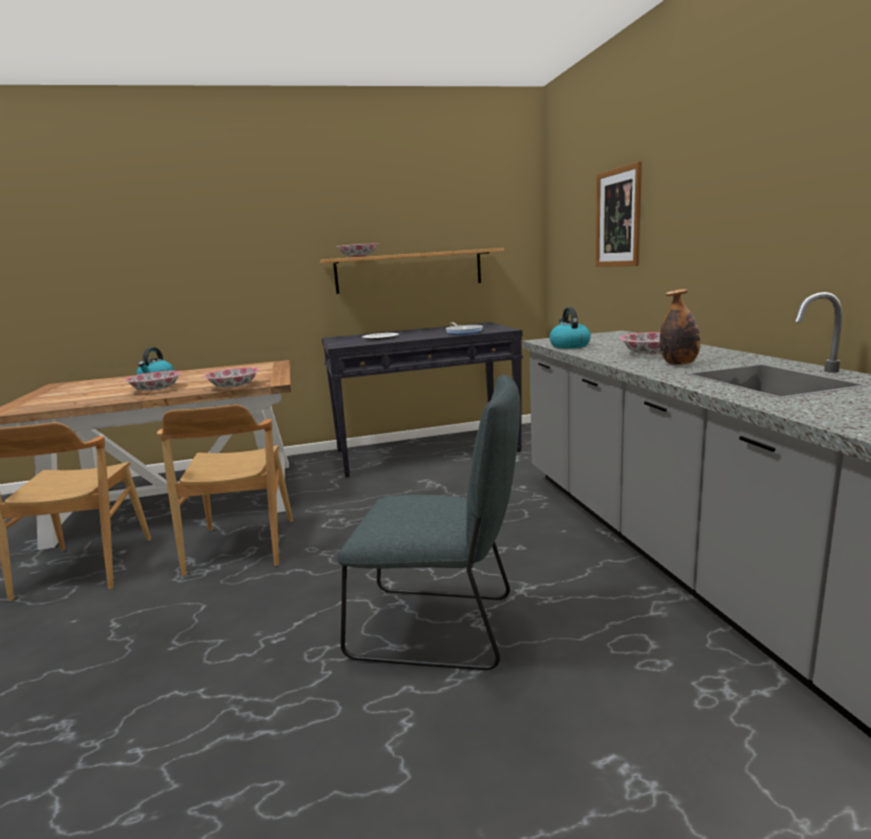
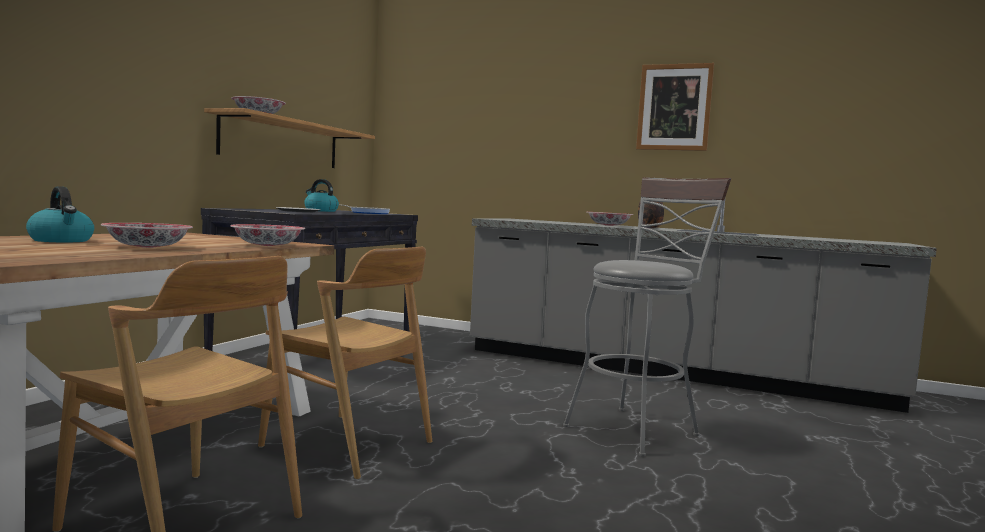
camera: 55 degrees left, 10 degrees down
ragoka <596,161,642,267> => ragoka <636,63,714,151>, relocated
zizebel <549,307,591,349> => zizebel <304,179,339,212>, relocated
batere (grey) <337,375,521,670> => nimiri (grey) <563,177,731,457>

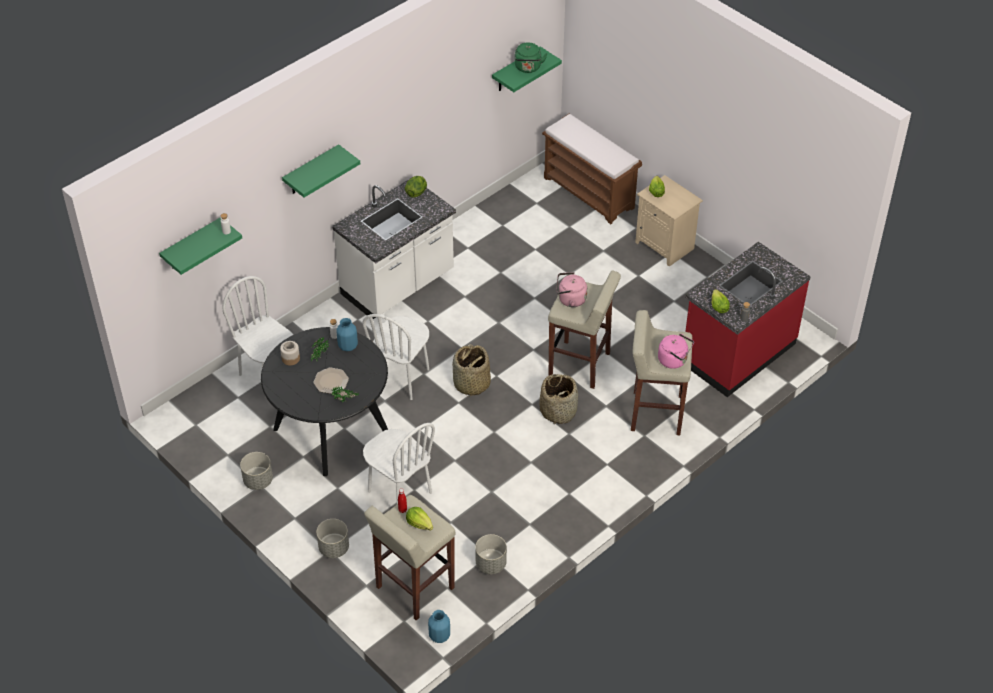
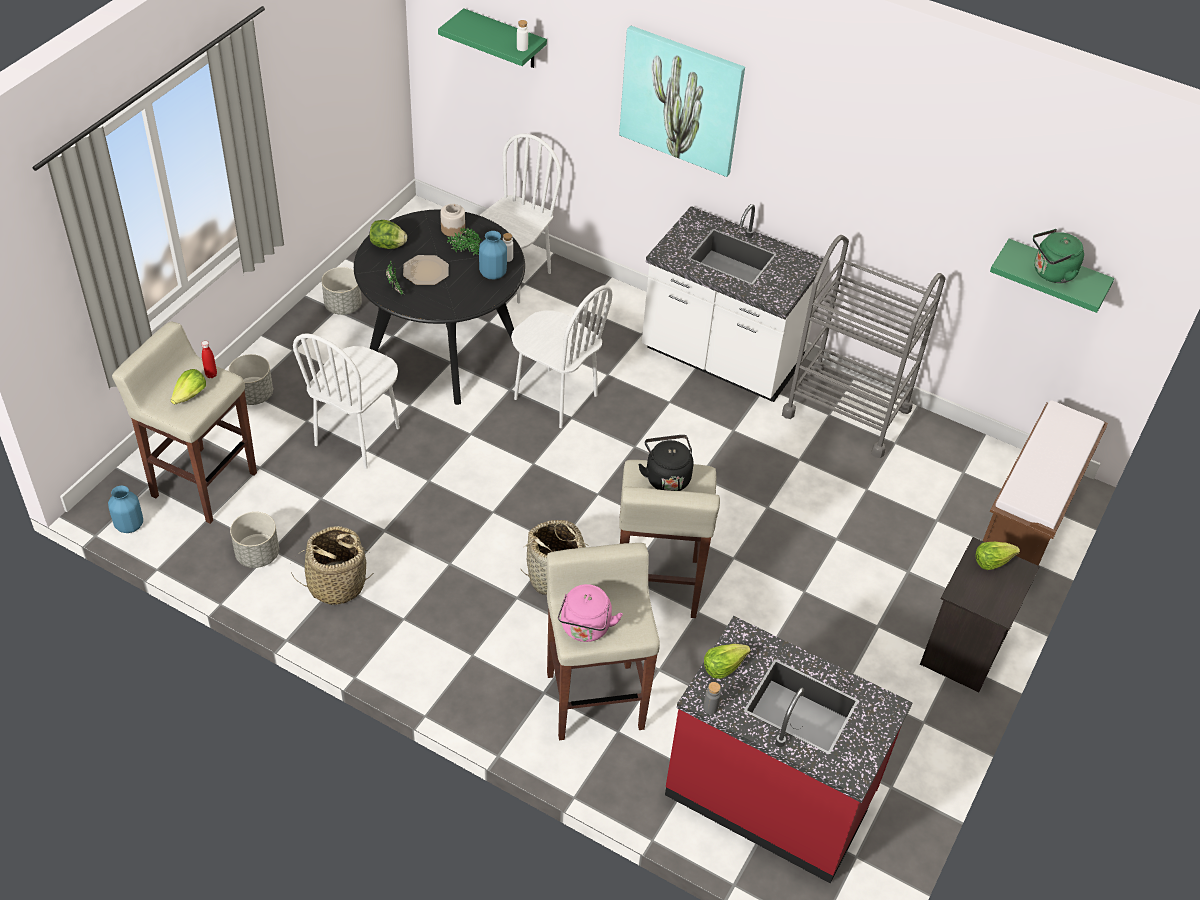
camera: 70 degrees right, 0 degrees up
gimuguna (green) <282,144,360,197> => ragoka <619,26,745,177>
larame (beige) <635,175,703,267> => larame (black) <920,537,1040,692>
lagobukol <405,176,427,198> => lagobukol <369,220,407,249>, relocated
zizebel (pink) <556,272,587,307> => zizebel (black) <638,435,694,491>
batere (white) <363,314,429,400> => batere (white) <511,285,612,428>, 150 degrees counterclockwise
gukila <452,344,491,397> => gukila <292,526,374,605>, relocated
nothing => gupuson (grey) <782,235,945,458>

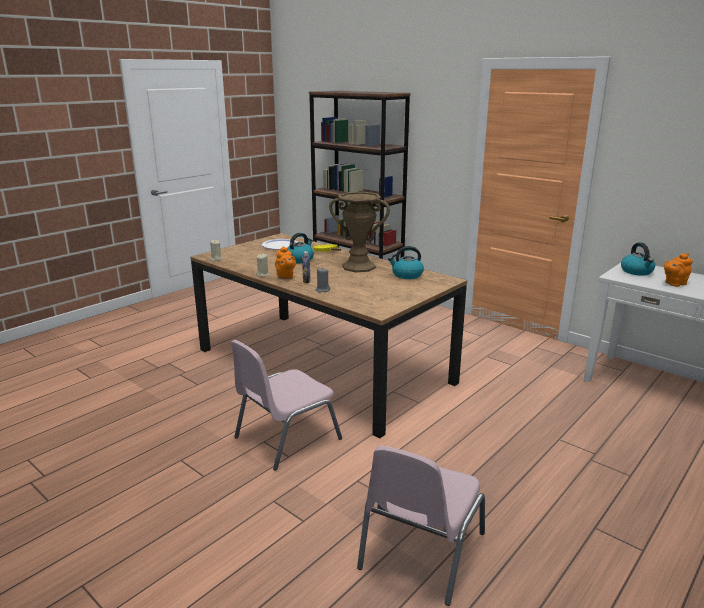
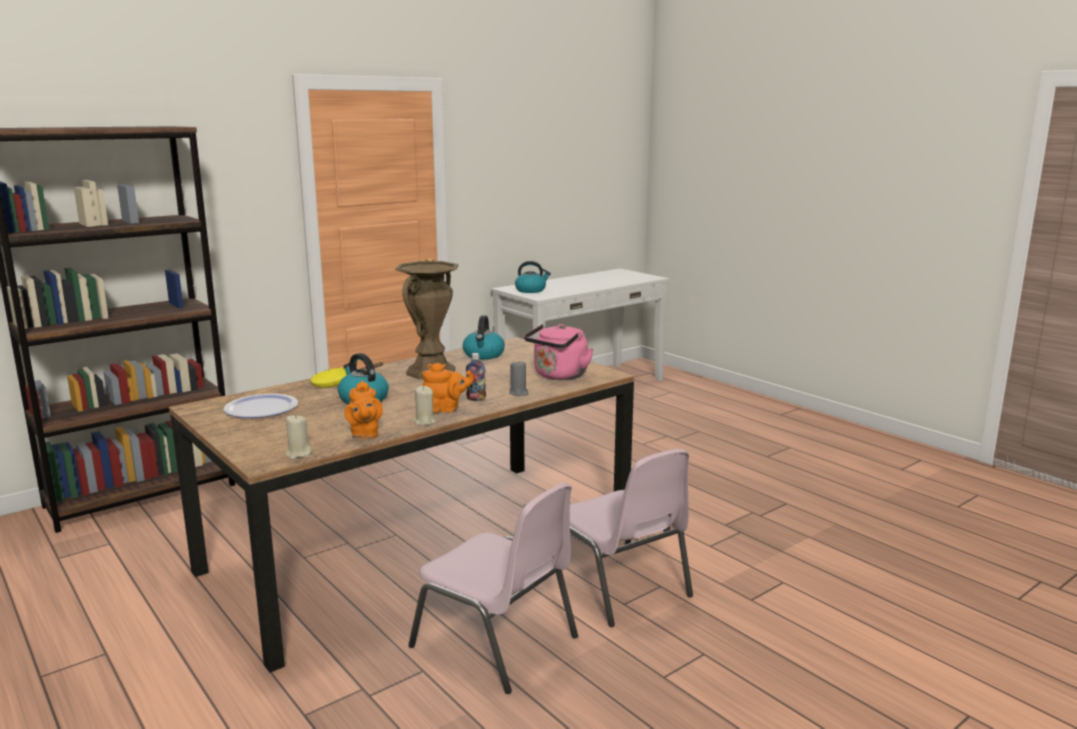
camera: 80 degrees left, 5 degrees down
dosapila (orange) <664,253,693,287> => dosapila (orange) <344,380,383,439>, relocated
batere (pink) <357,446,485,606> => batere (pink) <408,483,578,694>, relocated
nothing => zizebel (pink) <524,324,594,380>

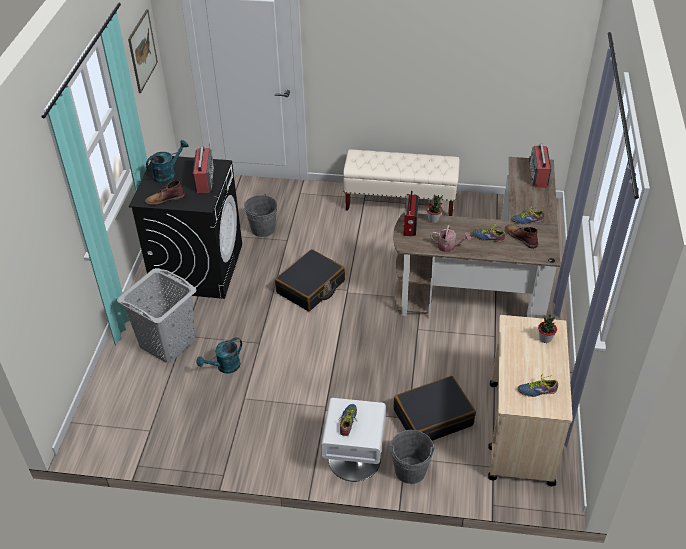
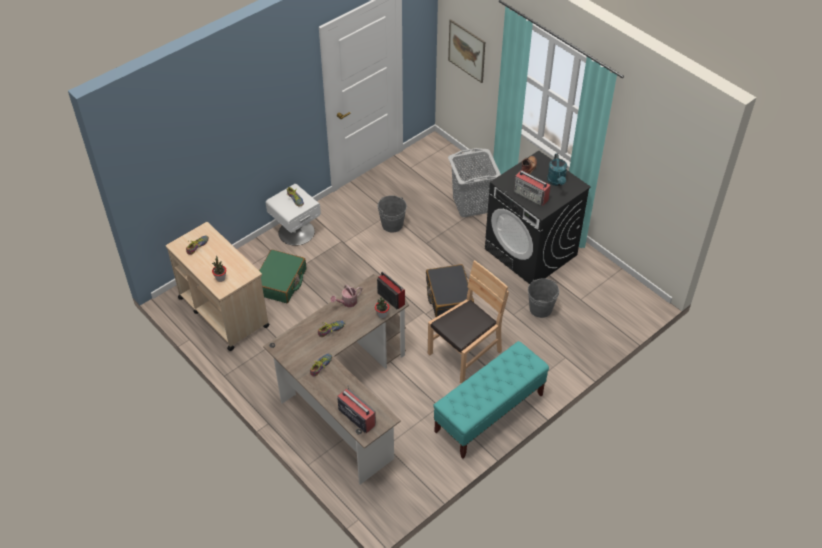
camera: 130 degrees right, 5 degrees up
ragoka <128,9,158,93> => ragoka <448,19,485,83>, relocated
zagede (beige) <343,149,460,216> => zagede (turquoise) <433,341,549,458>
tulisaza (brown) <505,225,538,249> => nothing
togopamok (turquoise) <196,337,242,374> => nothing
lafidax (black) <394,376,476,441> => lafidax (green) <259,249,306,303>
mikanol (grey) <390,430,435,484> => mikanol (grey) <377,195,407,233>, relocated
nothing => batere (brown) <428,260,509,383>

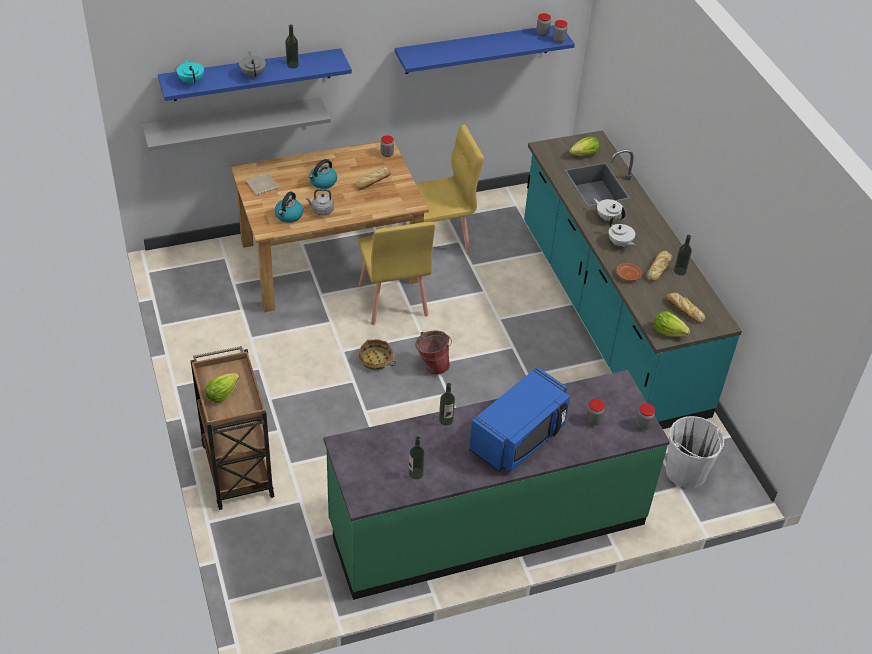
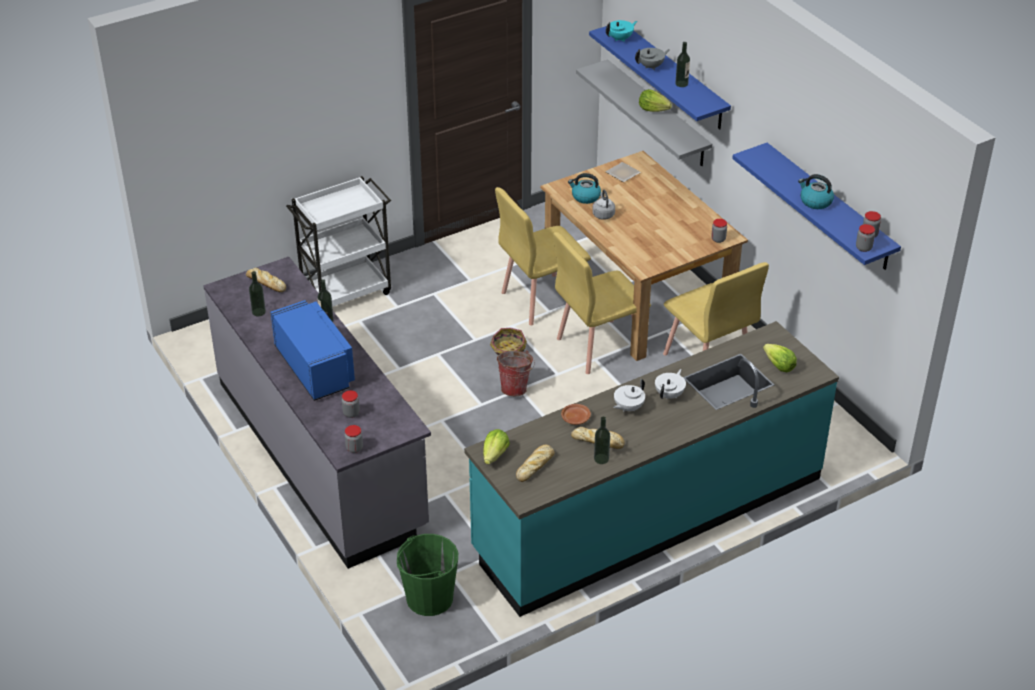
camera: 80 degrees right, 5 degrees down
zizebel <309,159,337,189> => zizebel <798,174,834,209>, relocated
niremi <356,167,391,190> => niremi <246,268,286,292>, relocated
gupuson (brown) <190,346,274,510> => gupuson (white) <286,176,391,307>
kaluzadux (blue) <469,367,570,472> => kaluzadux (blue) <271,300,355,401>, 150 degrees counterclockwise
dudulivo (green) <324,370,670,600> => dudulivo (grey) <204,257,431,569>
lagobukol <205,373,239,403> => lagobukol <639,89,672,112>, relocated
mikanol (white) <666,416,724,488> => mikanol (green) <397,534,458,616>
nothing => batere (yellow) <495,187,591,326>

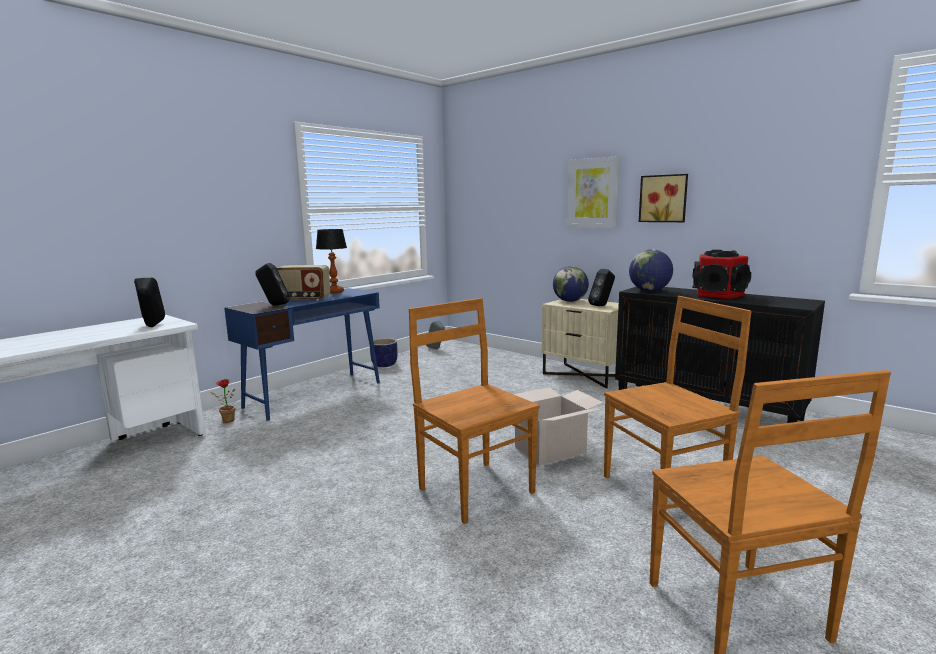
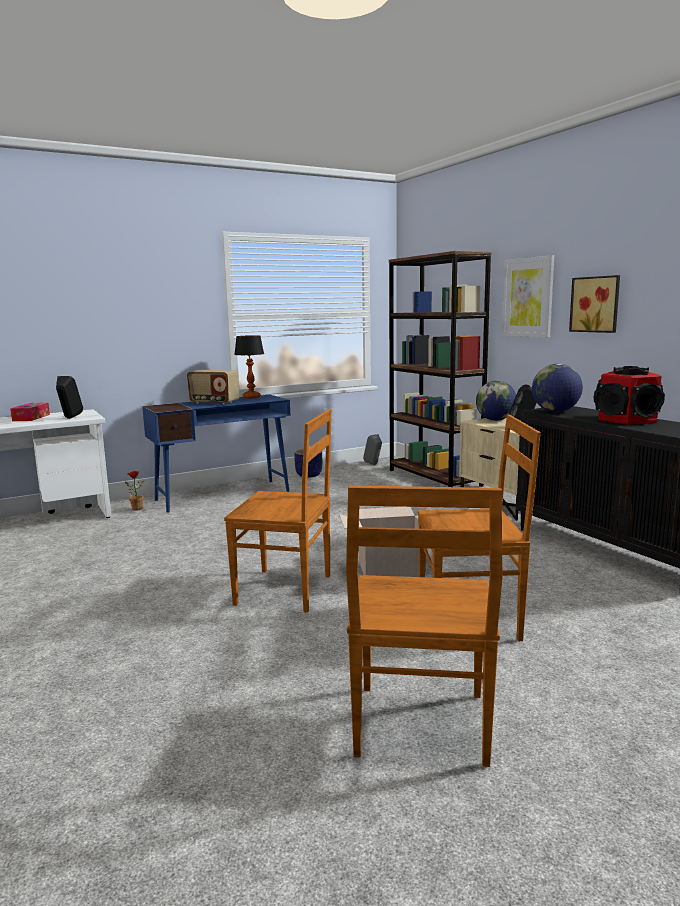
camera: 20 degrees right, 0 degrees up
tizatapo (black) <255,263,290,306> => nothing
batere (brown) <409,298,540,524> => batere (brown) <224,409,332,613>, 120 degrees clockwise
nothing => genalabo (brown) <389,251,492,487>
nothing => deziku <10,403,50,421>

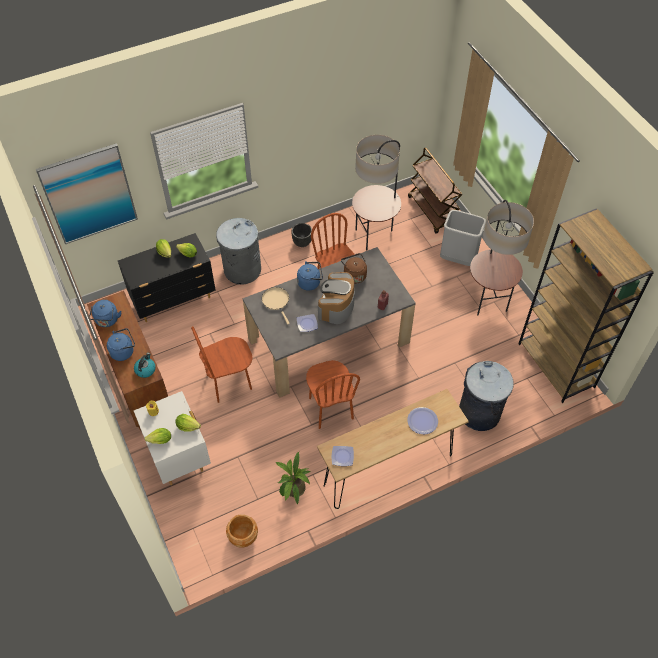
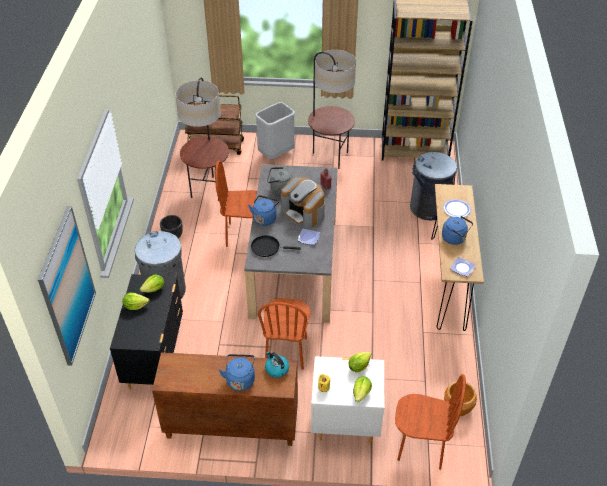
camera: 60 degrees left, 10 degrees down
zizebel (brown) <341,253,367,284> => zizebel (grey) <267,167,293,195>
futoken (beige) <262,287,290,325> => futoken (black) <251,235,301,257>
zizebel (blue) <89,300,121,327> => zizebel (blue) <442,216,473,245>, relocated
batere (brown) <306,360,360,429> => batere (brown) <395,374,466,470>, relocated
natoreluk <276,452,310,504> => nothing

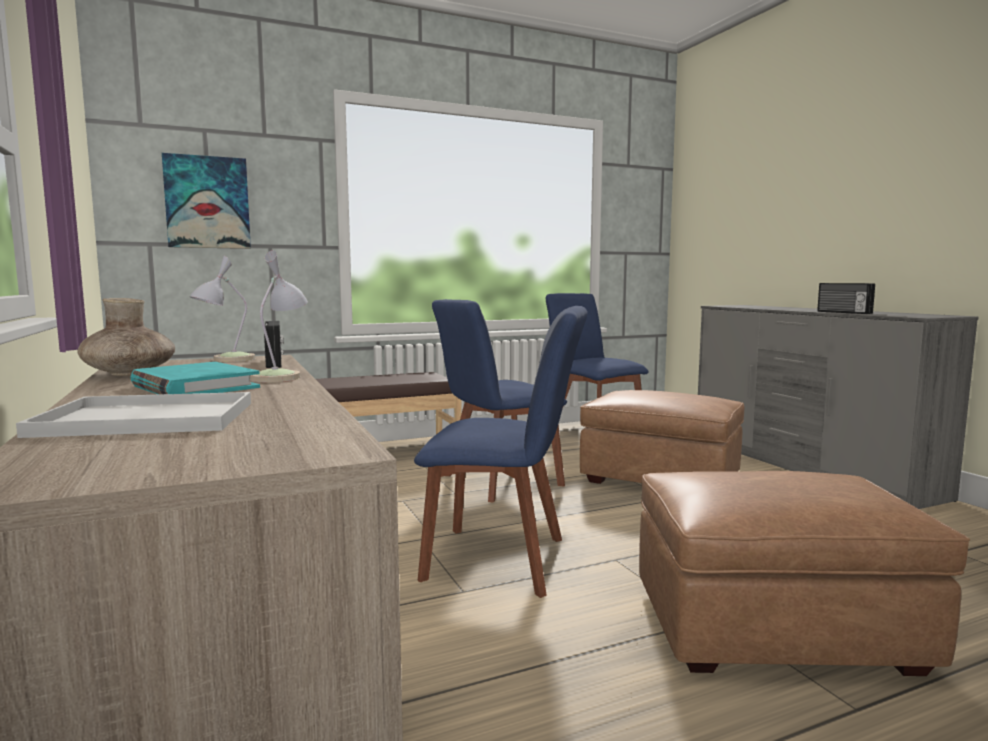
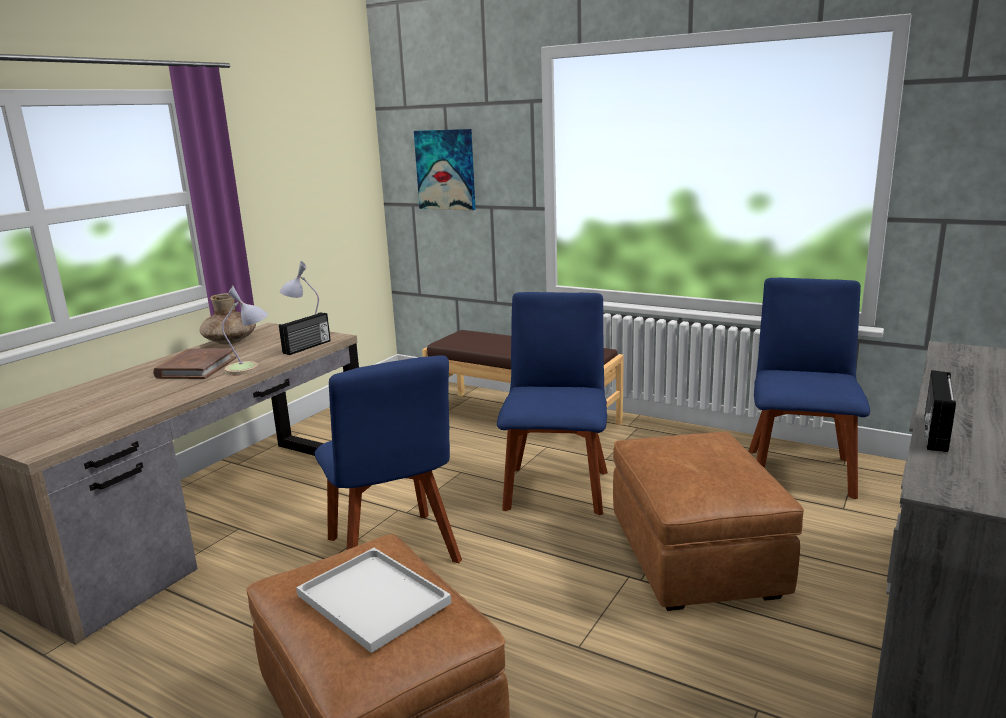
camera: 55 degrees right, 10 degrees up
batere (blue) <432,299,567,503> => batere (blue) <497,292,608,515>, 75 degrees clockwise
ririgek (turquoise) <130,362,260,395> => ririgek (brown) <153,348,236,379>
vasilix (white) <16,392,251,438> => vasilix (white) <296,548,452,653>, relocated

